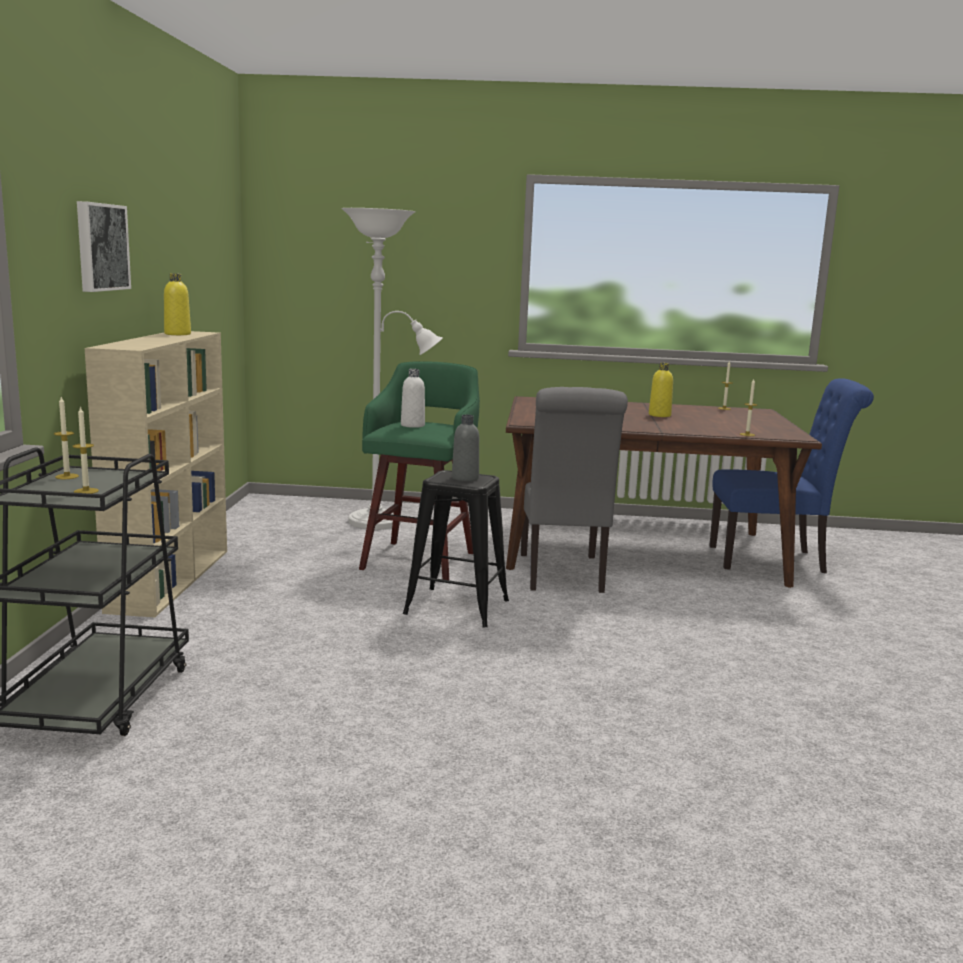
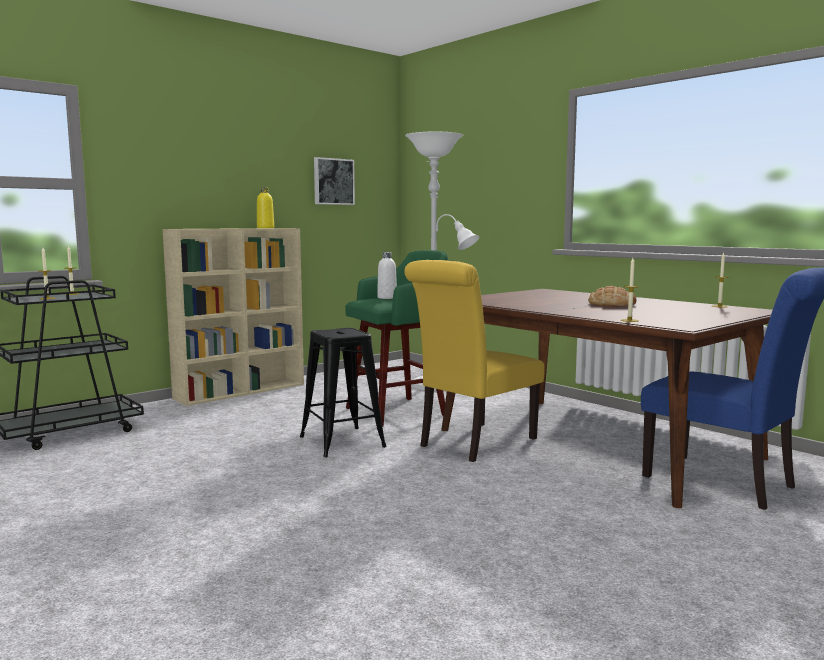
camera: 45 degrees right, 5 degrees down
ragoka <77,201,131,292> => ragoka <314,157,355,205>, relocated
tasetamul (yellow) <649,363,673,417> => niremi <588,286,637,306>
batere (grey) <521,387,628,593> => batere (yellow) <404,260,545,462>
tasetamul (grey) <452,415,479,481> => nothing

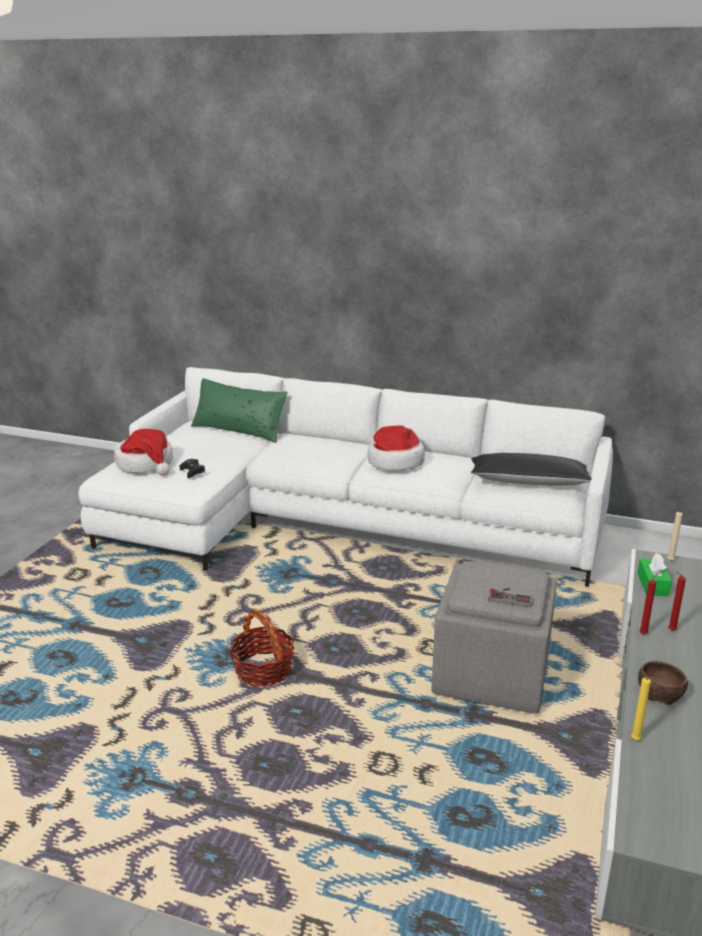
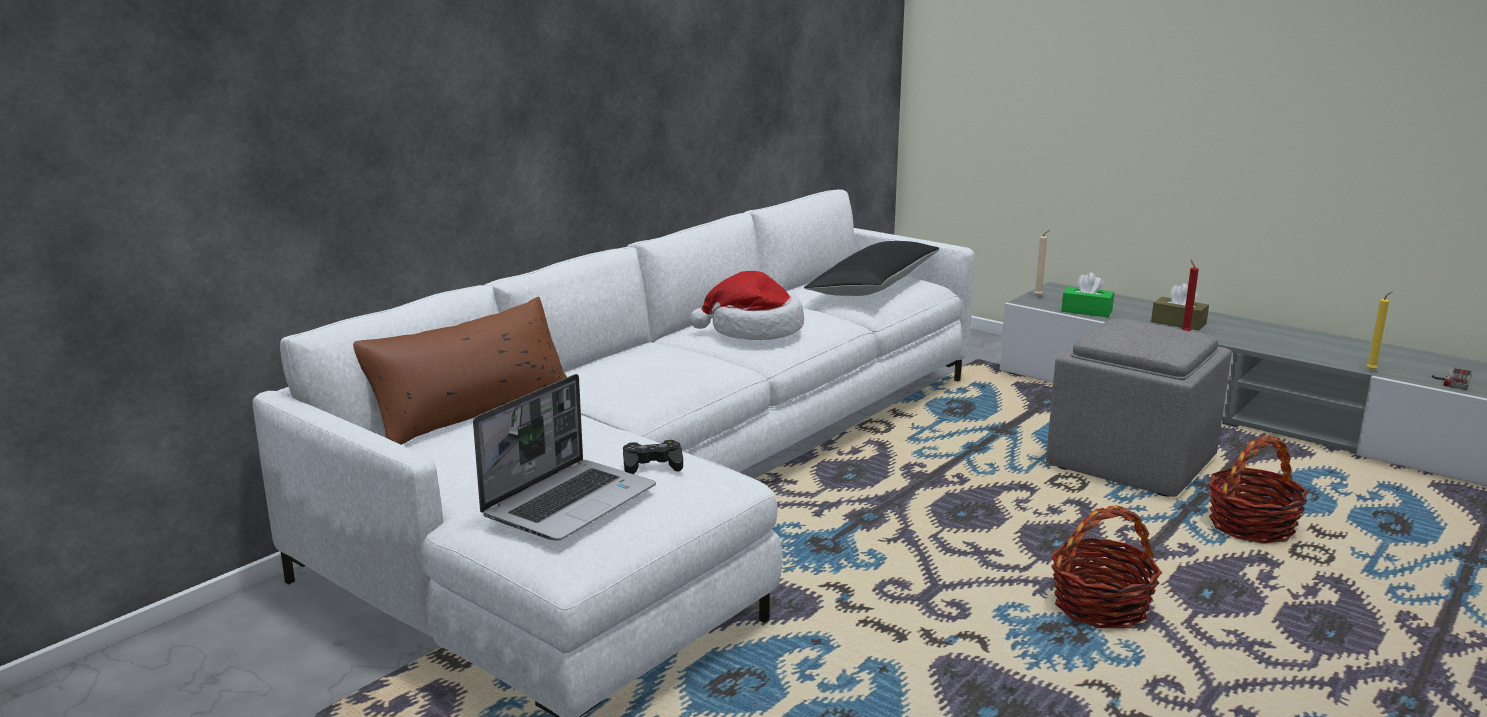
camera: 70 degrees left, 5 degrees down
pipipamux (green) <191,378,287,443> => pipipamux (brown) <353,297,567,445>
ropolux <114,429,173,476> => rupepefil <473,374,656,541>
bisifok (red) <668,571,686,631> => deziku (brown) <1151,283,1209,331>
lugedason <488,588,533,607> => lugedason <1432,367,1473,390>, relocated
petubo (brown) <638,661,688,705> => nothing
nothing => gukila <1208,436,1307,544>

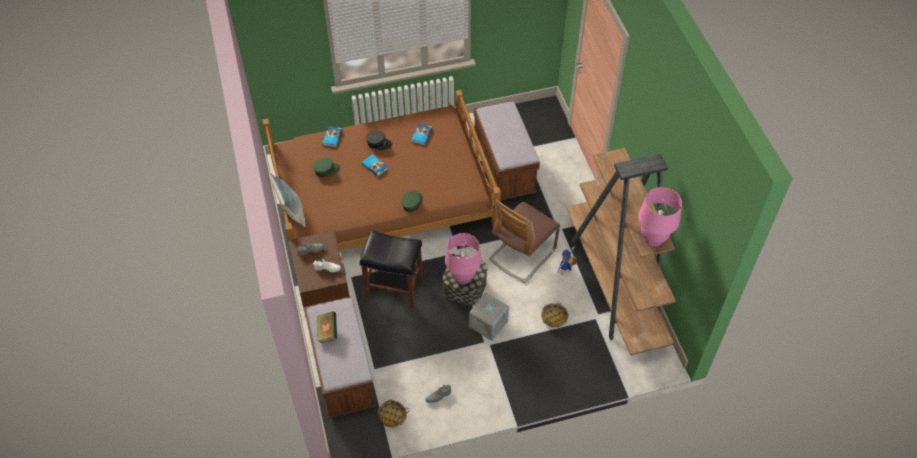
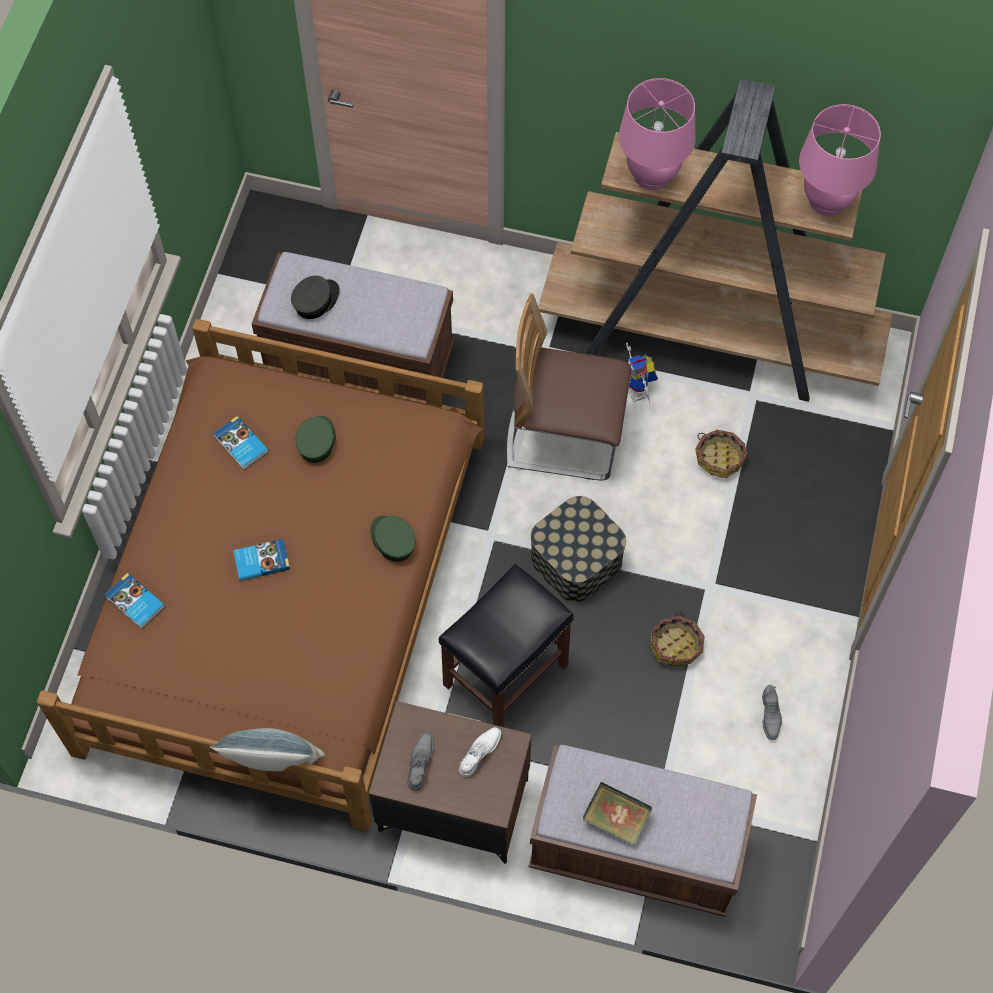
camera: 60 degrees left, 10 degrees up
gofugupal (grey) <366,131,392,150> => gofugupal (grey) <291,276,340,319>, relocated
gofugupal (green) <313,158,340,177> => gofugupal (green) <295,416,336,463>, relocated
batere <489,199,560,283> => batere <507,293,631,480>, 120 degrees clockwise
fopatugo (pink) <445,233,481,284> => fopatugo (pink) <619,78,696,190>, relocated
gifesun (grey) <469,293,509,341> => nothing
gukila <377,400,410,428> => gukila <650,612,705,667>, relocated

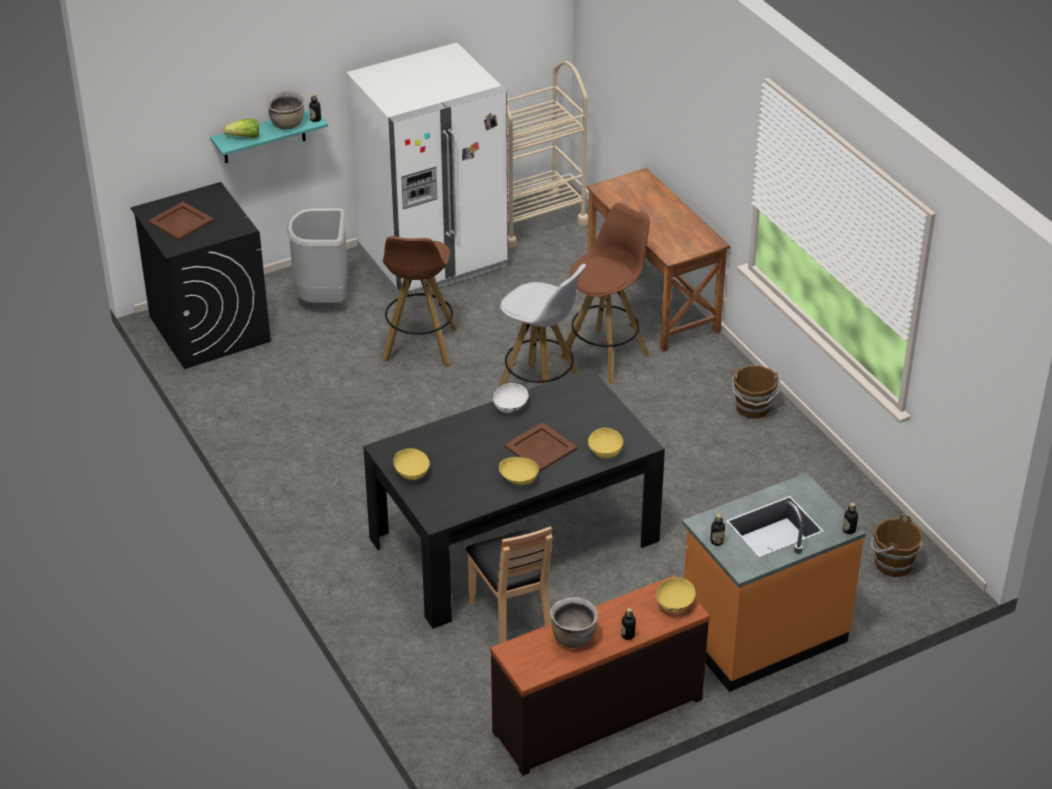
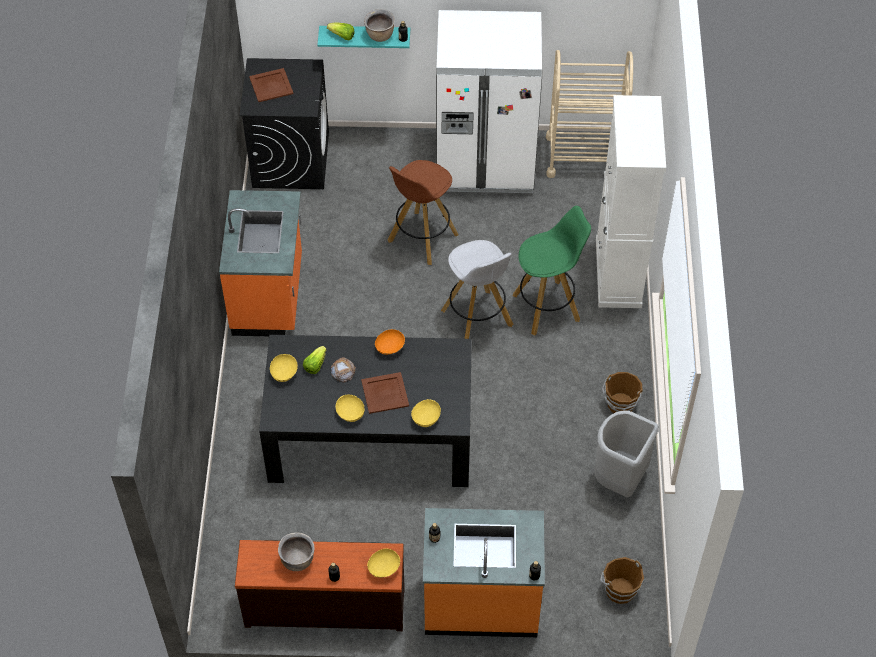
camera: 30 degrees right, 15 degrees up
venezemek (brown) <586,168,730,352> => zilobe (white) <596,95,666,308>
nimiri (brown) <560,203,650,384> => nimiri (green) <513,205,591,336>
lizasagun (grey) <287,208,348,303> => lizasagun (grey) <594,410,659,498>, relocated
petubo (white) <493,383,529,413> => petubo (orange) <375,329,405,355>
batere (brown) <466,526,553,644> => nothing
nothing => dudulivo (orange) <219,190,302,336>
nothing => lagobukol <303,346,327,374>
nothing => niremi <331,357,356,383>

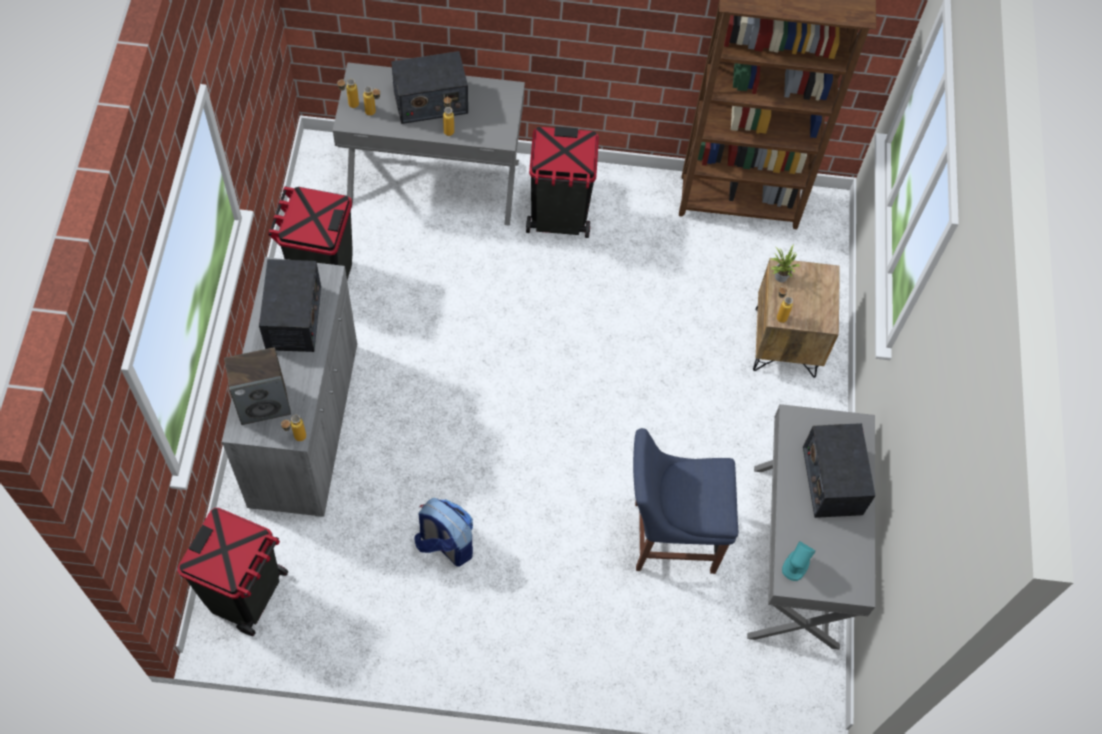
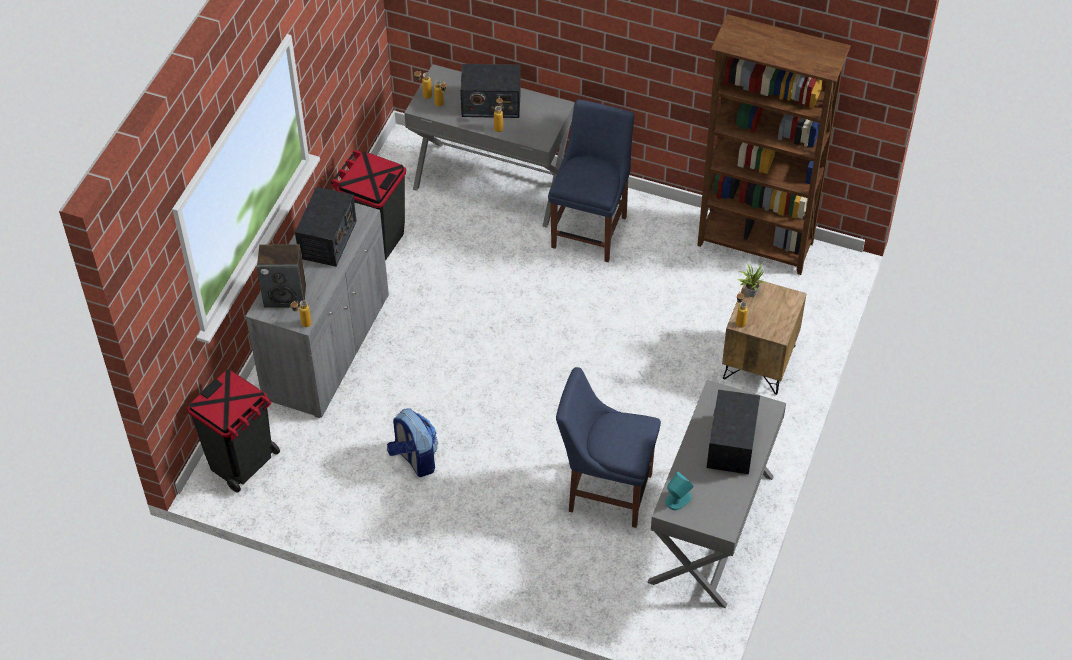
camera: 20 degrees right, 10 degrees down
lizasagun (black) <526,126,599,238> => batere (blue) <548,99,634,262>

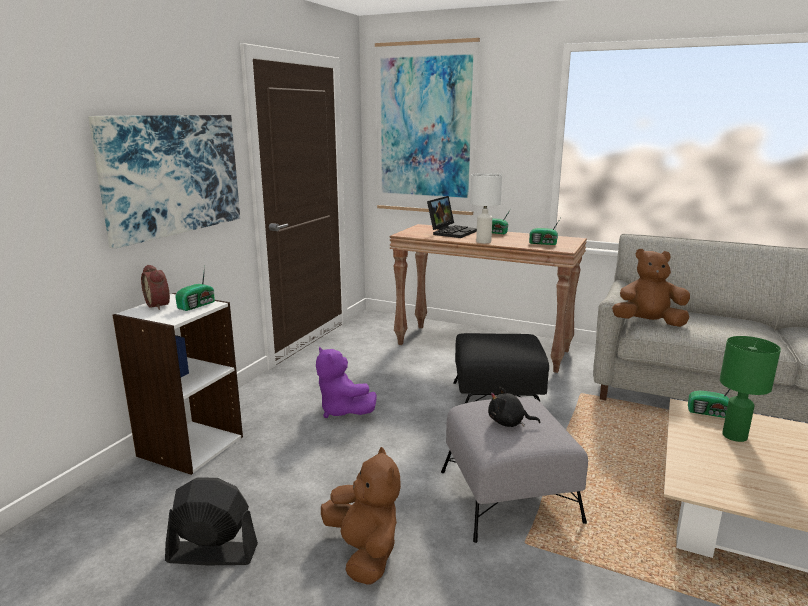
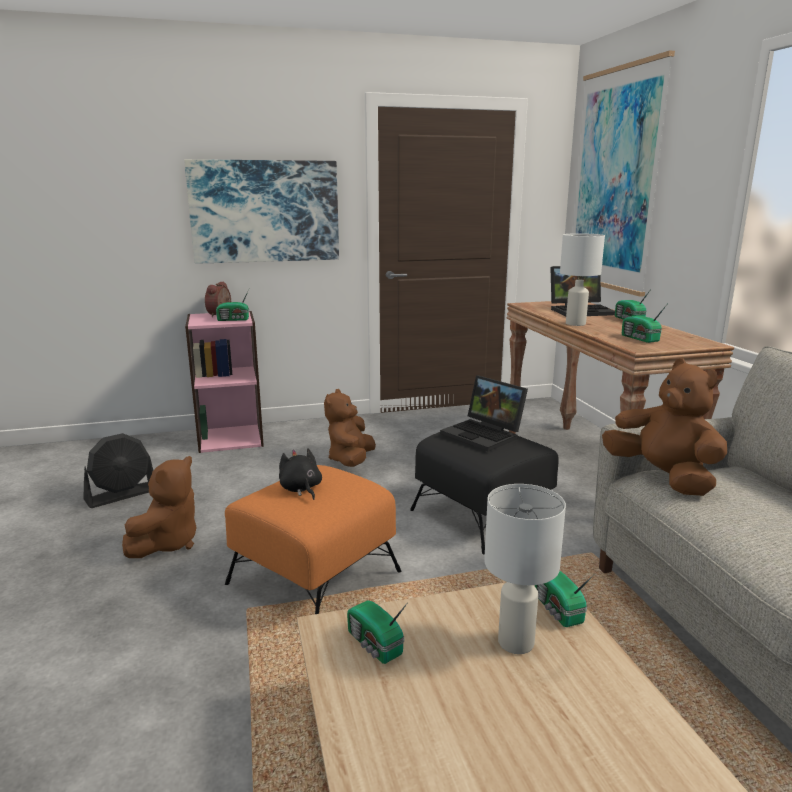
camera: 50 degrees right, 0 degrees up
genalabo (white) <113,293,243,475> => genalabo (pink) <185,311,264,453>
fopatugo (green) <720,336,781,442> => fopatugo (white) <484,484,566,654>
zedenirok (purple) <316,347,377,418> => zedenirok (brown) <324,389,376,467>
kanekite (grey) <441,397,588,543> => kanekite (orange) <225,465,402,614>
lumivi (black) <165,477,258,565> => lumivi (black) <84,433,153,508>, 90 degrees clockwise
nothing => rupepefil <440,375,528,452>
nothing => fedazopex <347,601,408,664>

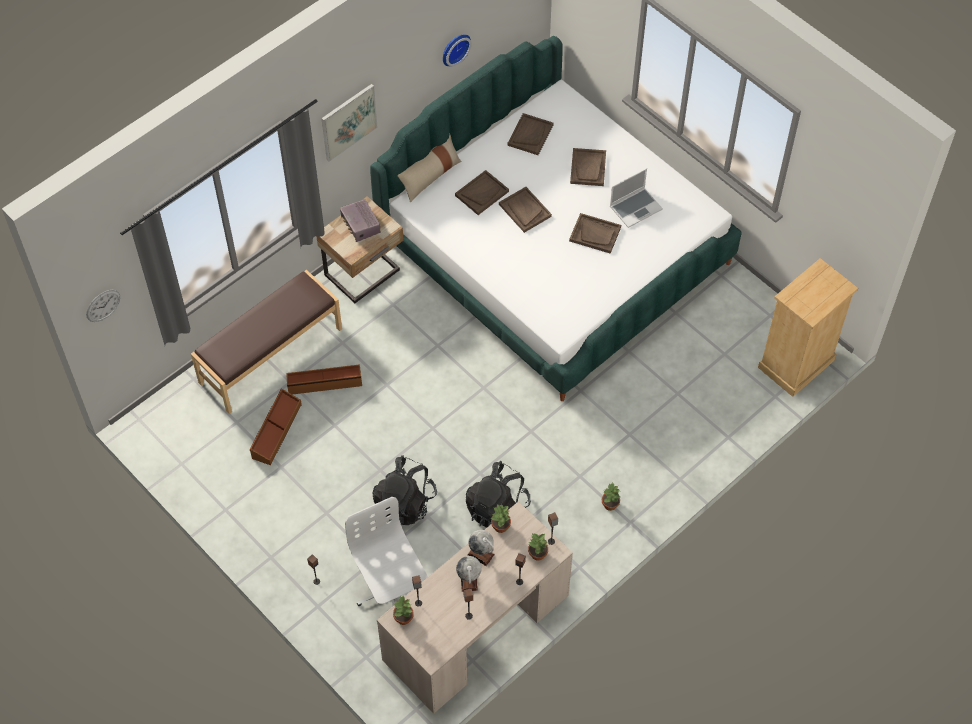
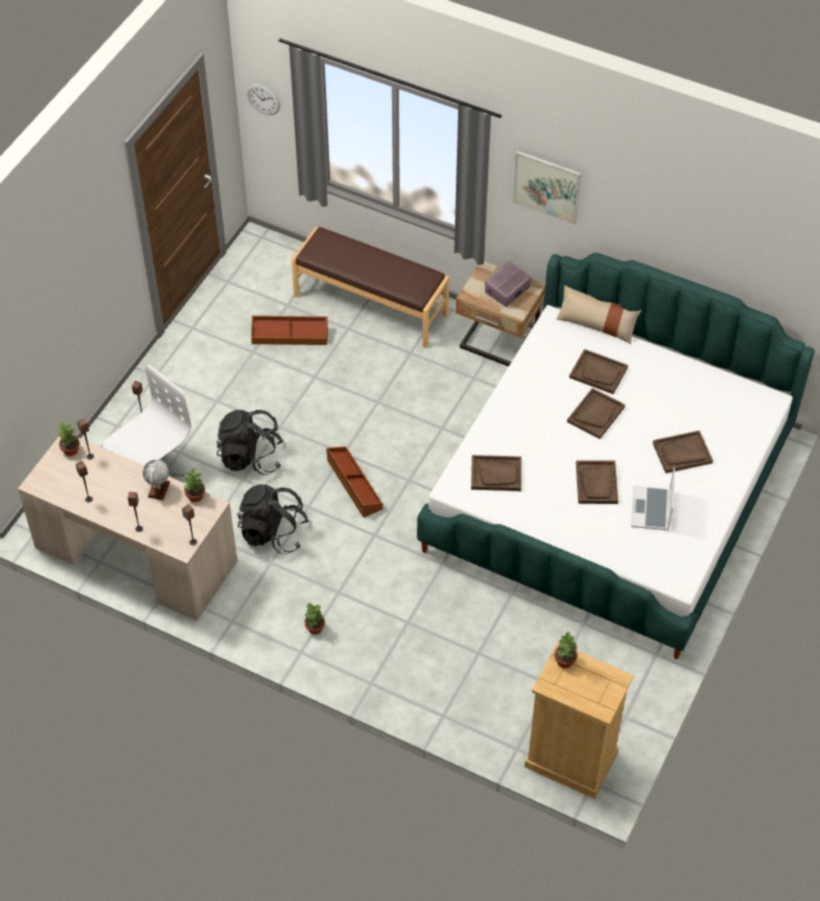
camera: 70 degrees right, 5 degrees down
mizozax <443,34,472,67> => nothing
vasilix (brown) <508,113,553,155> => vasilix (brown) <471,455,522,491>, relocated
rupepefil <610,168,663,228> => rupepefil <631,468,675,531>, 60 degrees clockwise
gifesun (brown) <286,364,362,394> => gifesun (brown) <326,446,383,518>, relocated
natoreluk <528,533,548,561> => natoreluk <554,631,578,668>, relocated
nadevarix <456,556,482,592> => nothing

